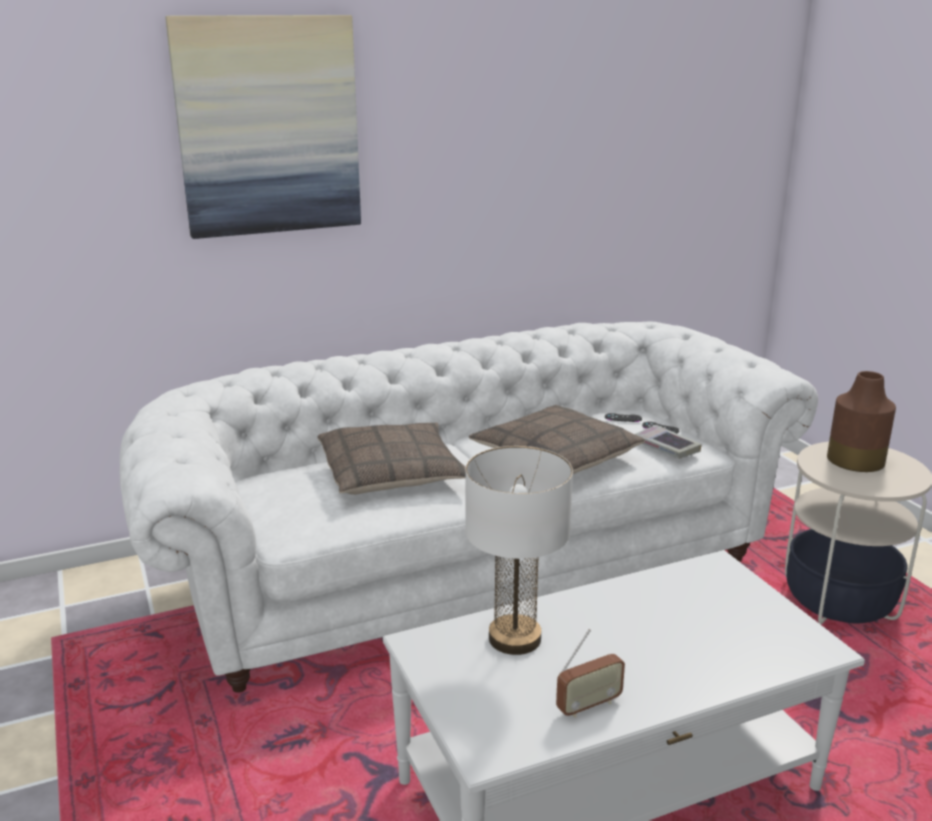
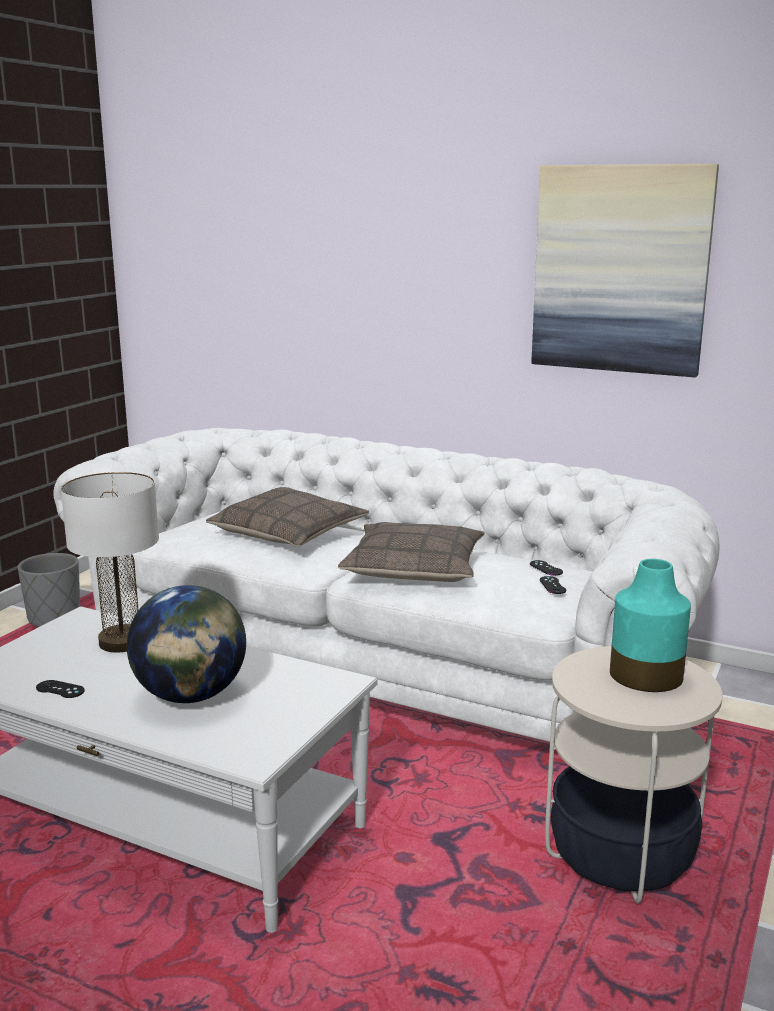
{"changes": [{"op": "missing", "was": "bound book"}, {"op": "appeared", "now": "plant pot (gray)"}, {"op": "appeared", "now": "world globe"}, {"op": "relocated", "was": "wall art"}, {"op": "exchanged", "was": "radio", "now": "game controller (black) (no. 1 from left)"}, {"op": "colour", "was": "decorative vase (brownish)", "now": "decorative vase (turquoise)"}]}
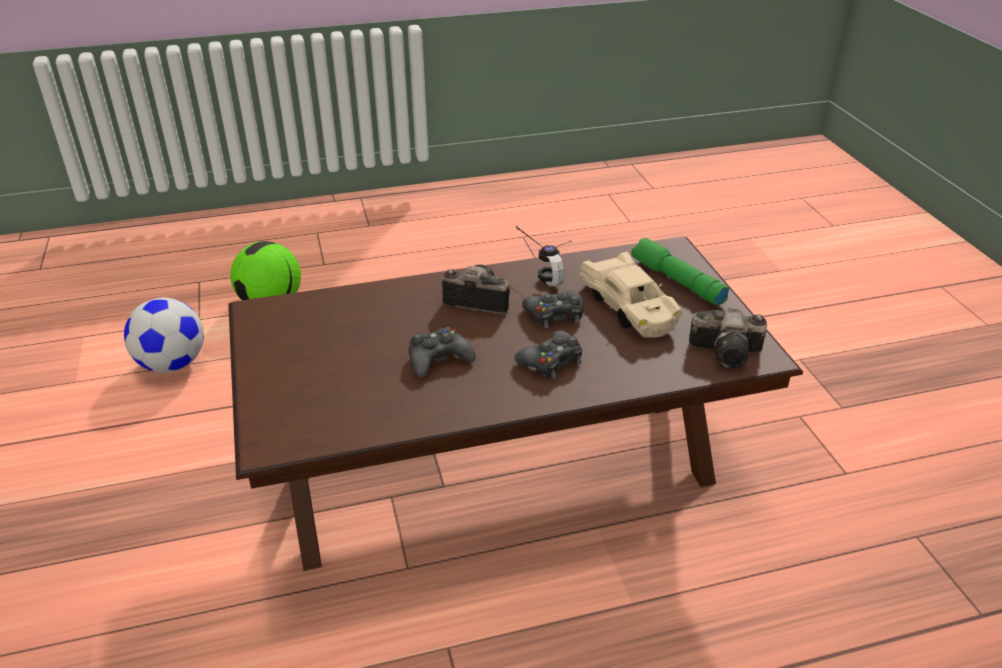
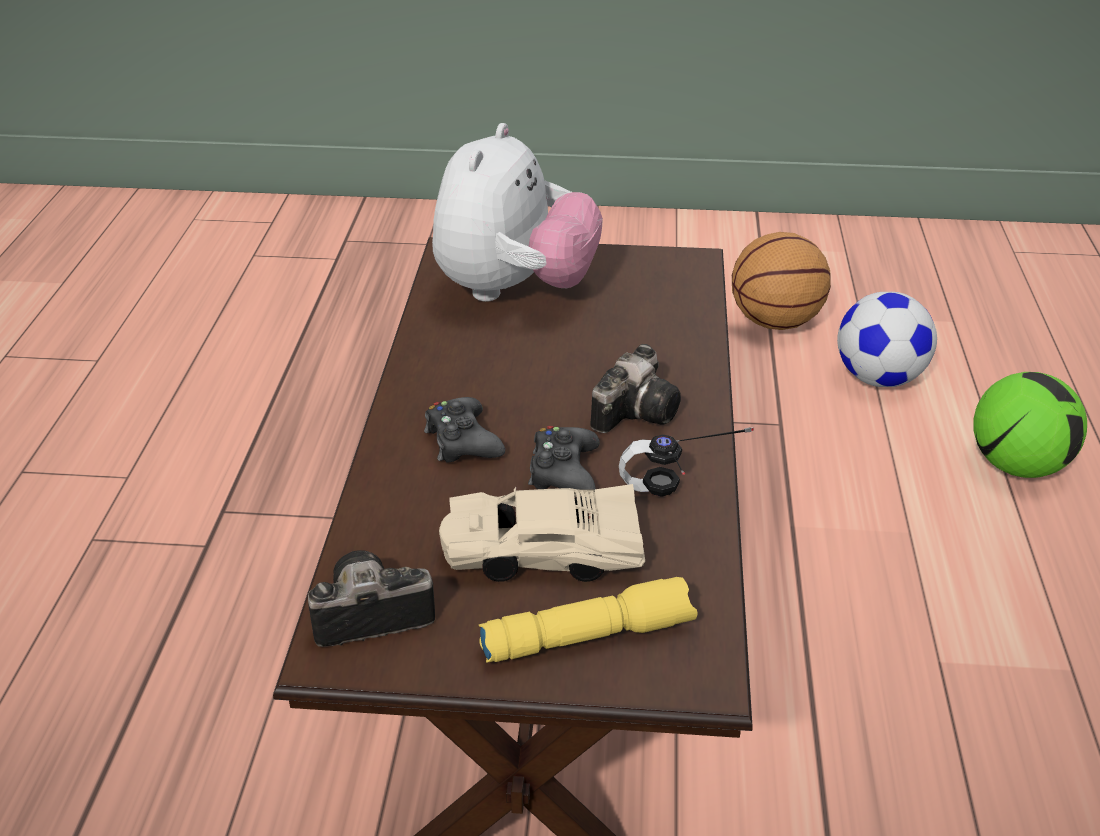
{"changes": [{"op": "missing", "was": "game controller (black) (no. 1 from left)"}, {"op": "appeared", "now": "soft toy"}, {"op": "appeared", "now": "ball for basketball"}, {"op": "colour", "was": "hand torch (green)", "now": "hand torch (yellow)"}, {"op": "spun", "was": "photo camera (no. 2 from left in the first image)", "clockwise": 45}]}
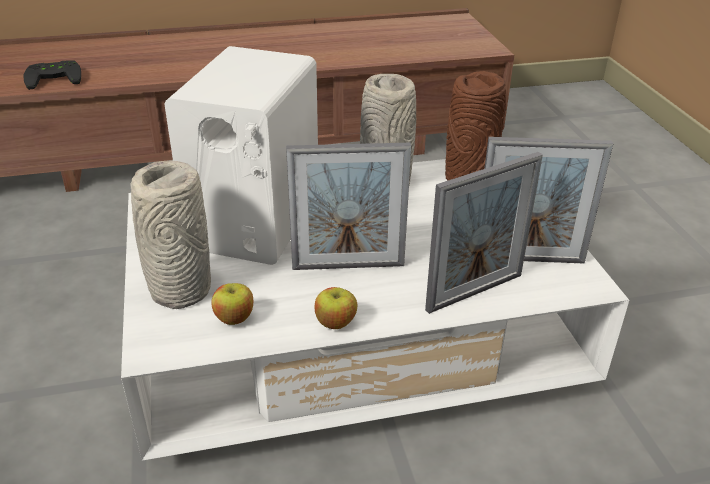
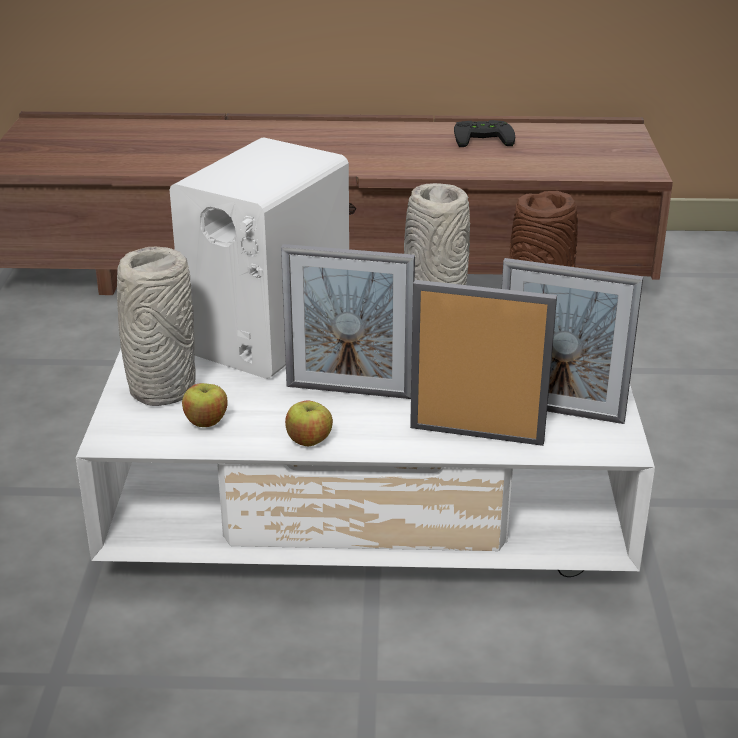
{"changes": [{"op": "relocated", "was": "game controller (black)"}, {"op": "spun", "was": "photo frame (no. 2 from left)", "clockwise": -150}]}
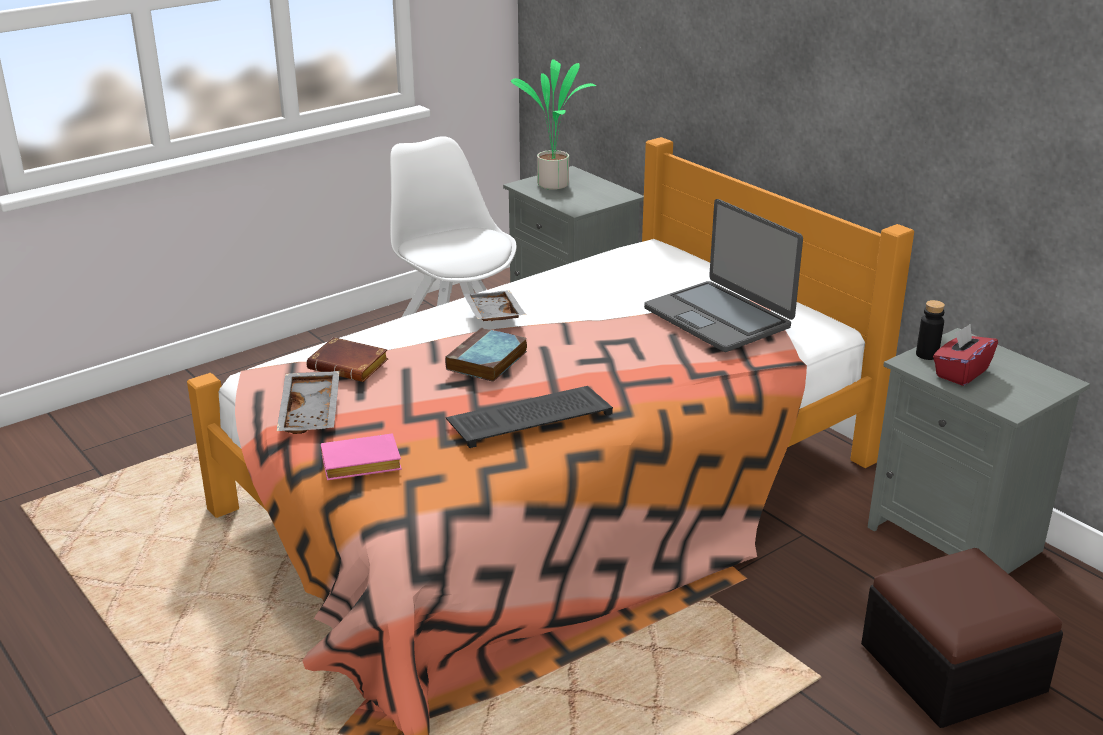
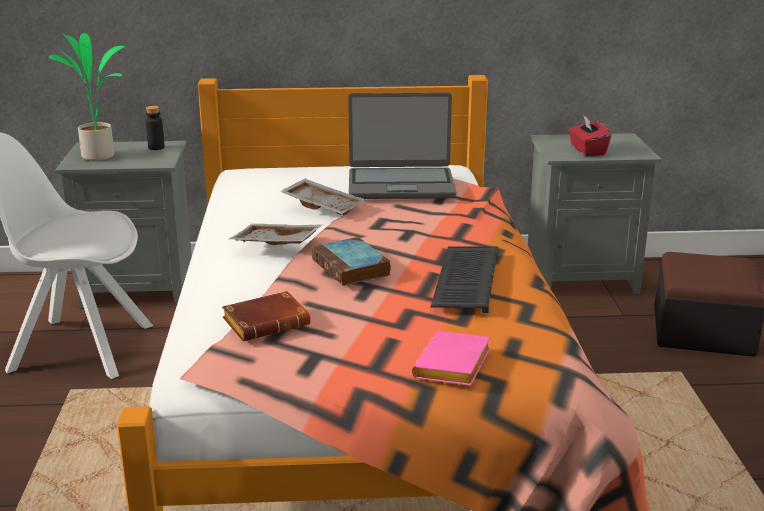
{"changes": [{"op": "relocated", "was": "tray (gray) (no. 1 from left in the first image)", "now": "tray (gray) (no. 2 from left)"}, {"op": "relocated", "was": "beverage bottle (black)"}]}
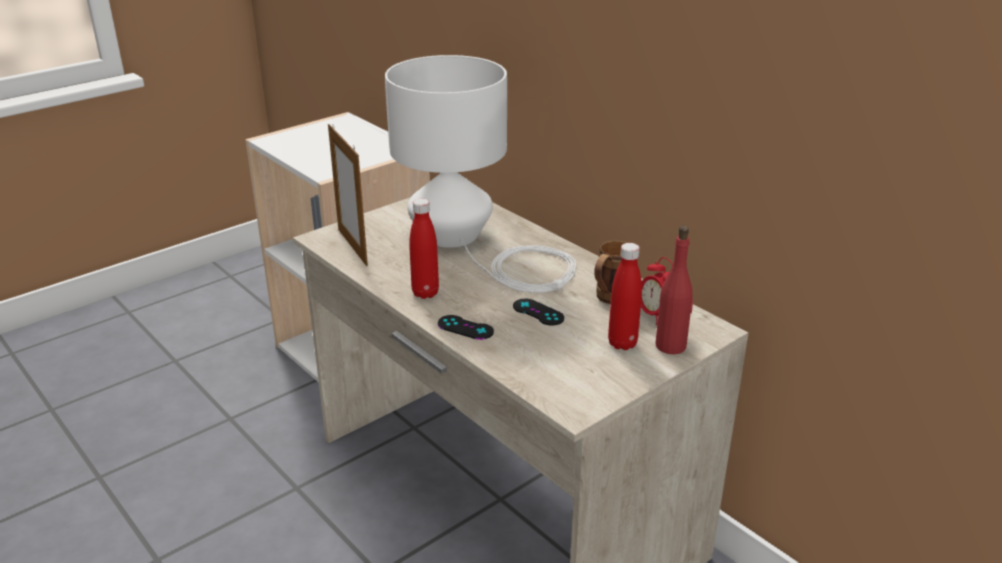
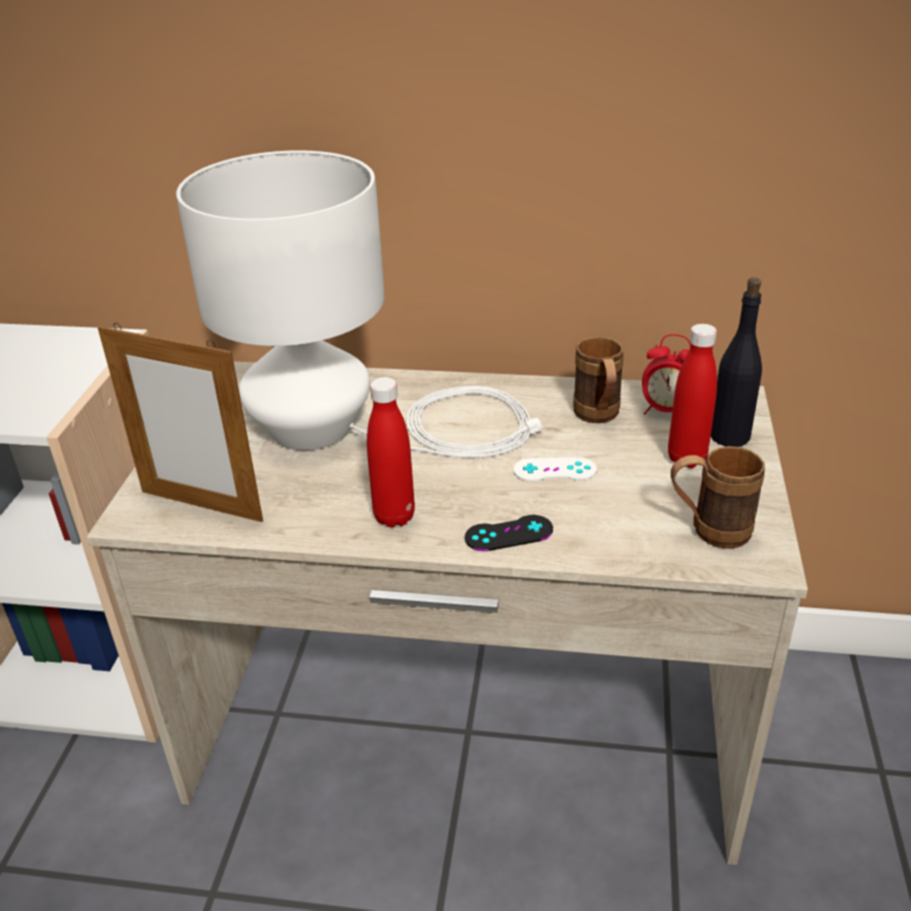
{"changes": [{"op": "appeared", "now": "tea mug (brownish) (no. 2 from left)"}, {"op": "colour", "was": "game controller (black) (no. 2 from left)", "now": "game controller (white)"}, {"op": "colour", "was": "beverage bottle (reddish) (no. 3 from left)", "now": "beverage bottle (black)"}]}
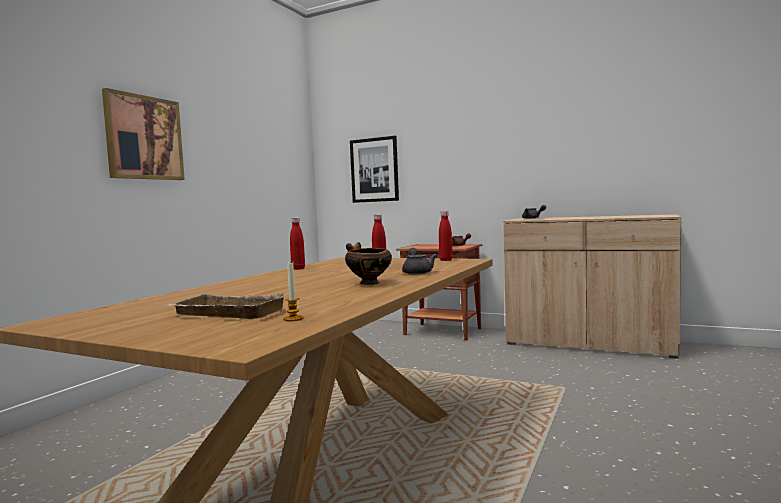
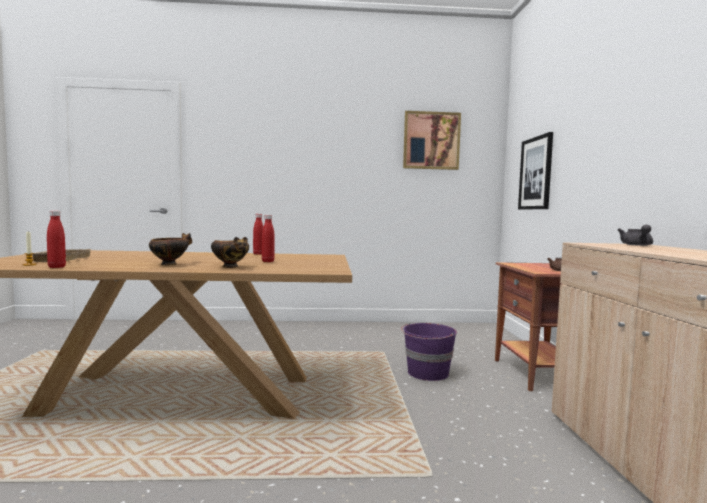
{"changes": [{"op": "appeared", "now": "pail (purple-coloured)"}, {"op": "relocated", "was": "wall art (no. 1 from left)"}, {"op": "relocated", "was": "beverage bottle (reddish) (no. 3 from left in the first image)", "now": "beverage bottle (reddish) (no. 1 from left)"}, {"op": "exchanged", "was": "tea pot (gray) (no. 1 from left)", "now": "bowl (no. 2 from left)"}]}
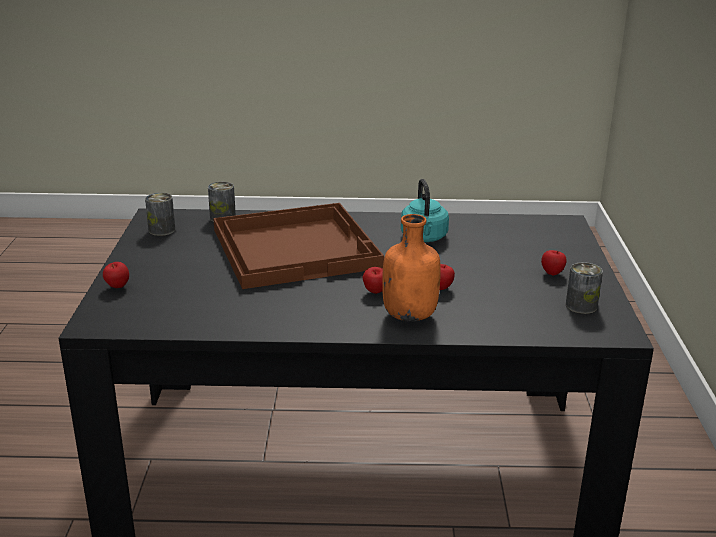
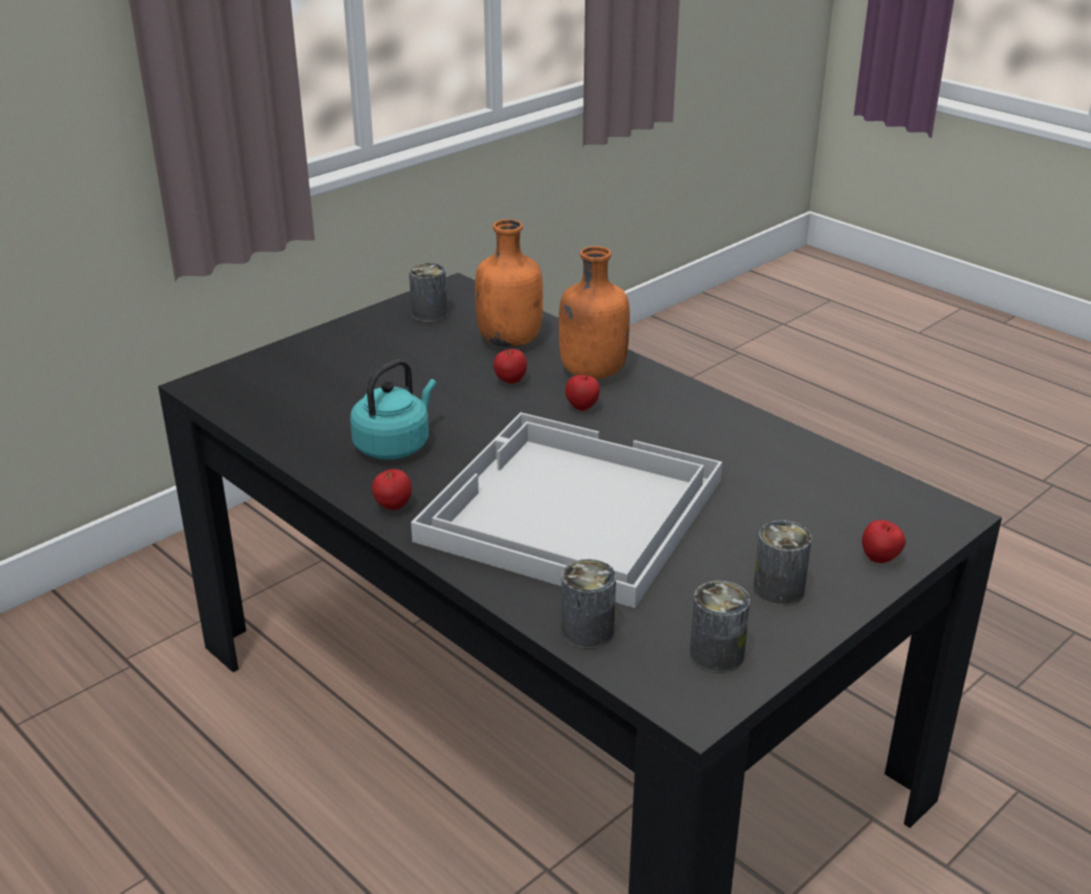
{"changes": [{"op": "appeared", "now": "beverage bottle (orangey) (no. 1 from left)"}, {"op": "appeared", "now": "can (no. 4 from left)"}, {"op": "relocated", "was": "apple fruit (no. 4 from left in the first image)", "now": "apple fruit (no. 1 from left)"}, {"op": "colour", "was": "tray (brownish)", "now": "tray (white)"}]}
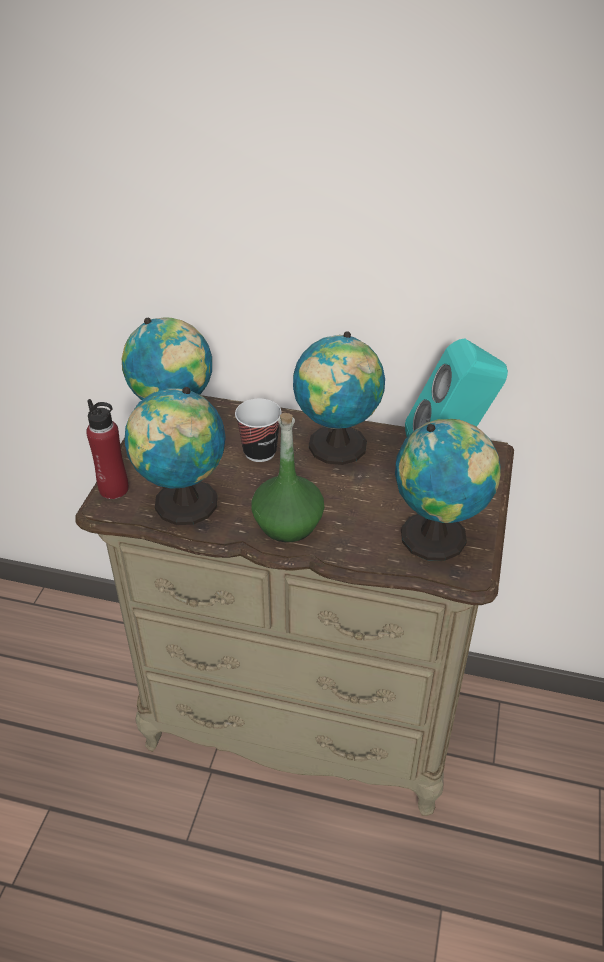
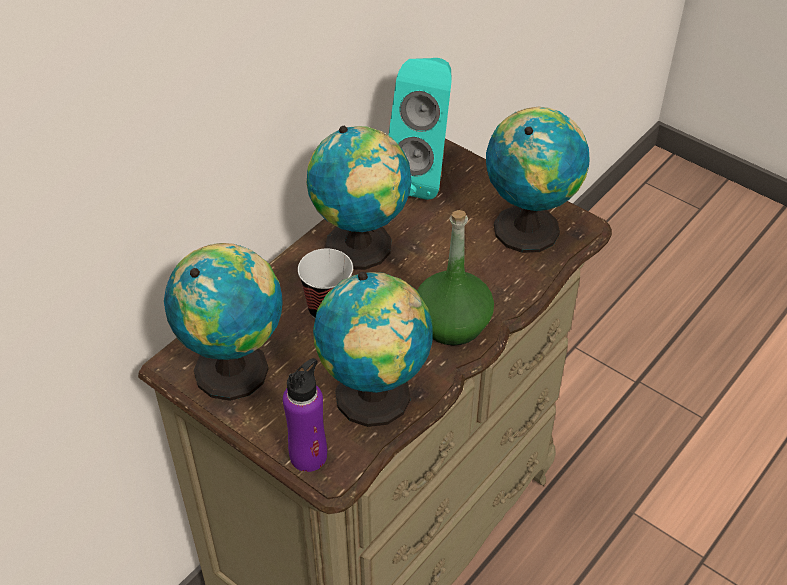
{"changes": [{"op": "colour", "was": "beverage bottle (reddish)", "now": "beverage bottle (purple-coloured)"}]}
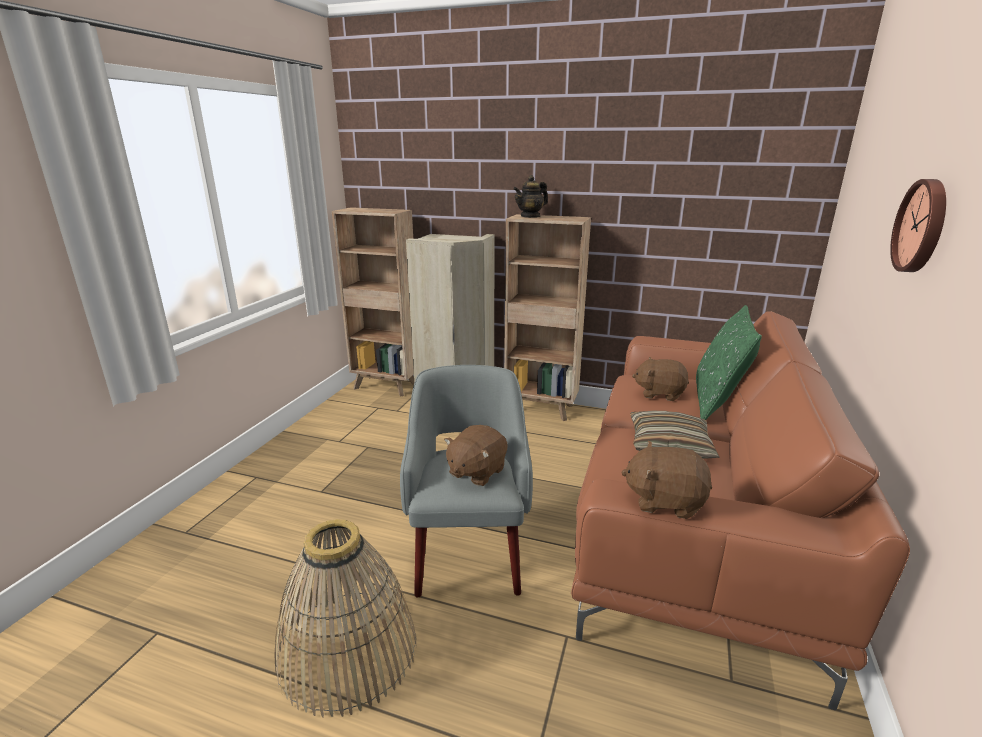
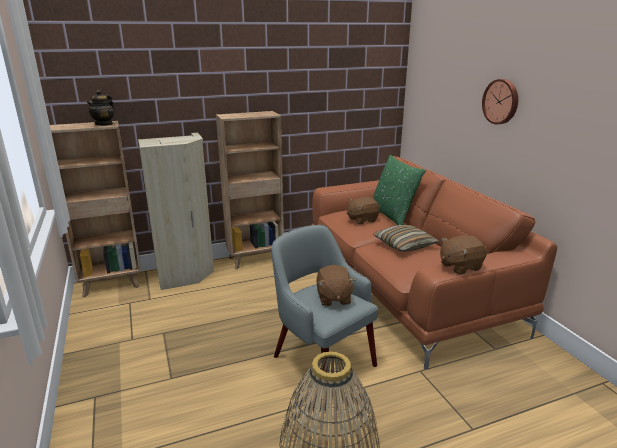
{"changes": [{"op": "relocated", "was": "tea pot"}]}
